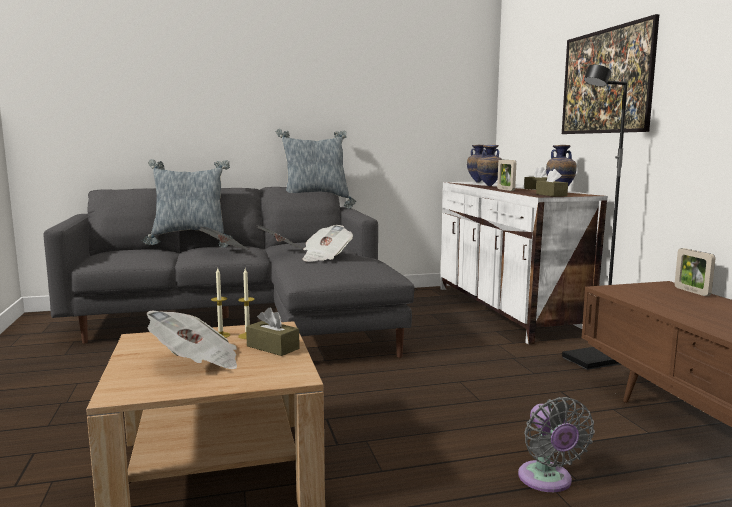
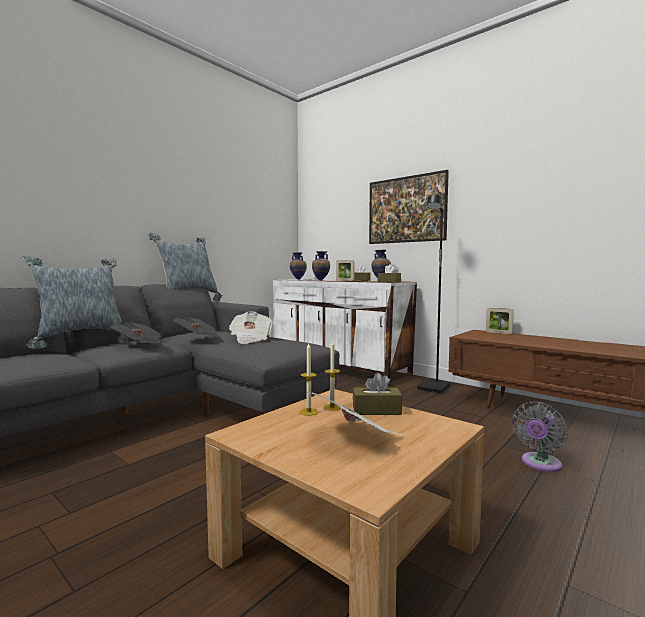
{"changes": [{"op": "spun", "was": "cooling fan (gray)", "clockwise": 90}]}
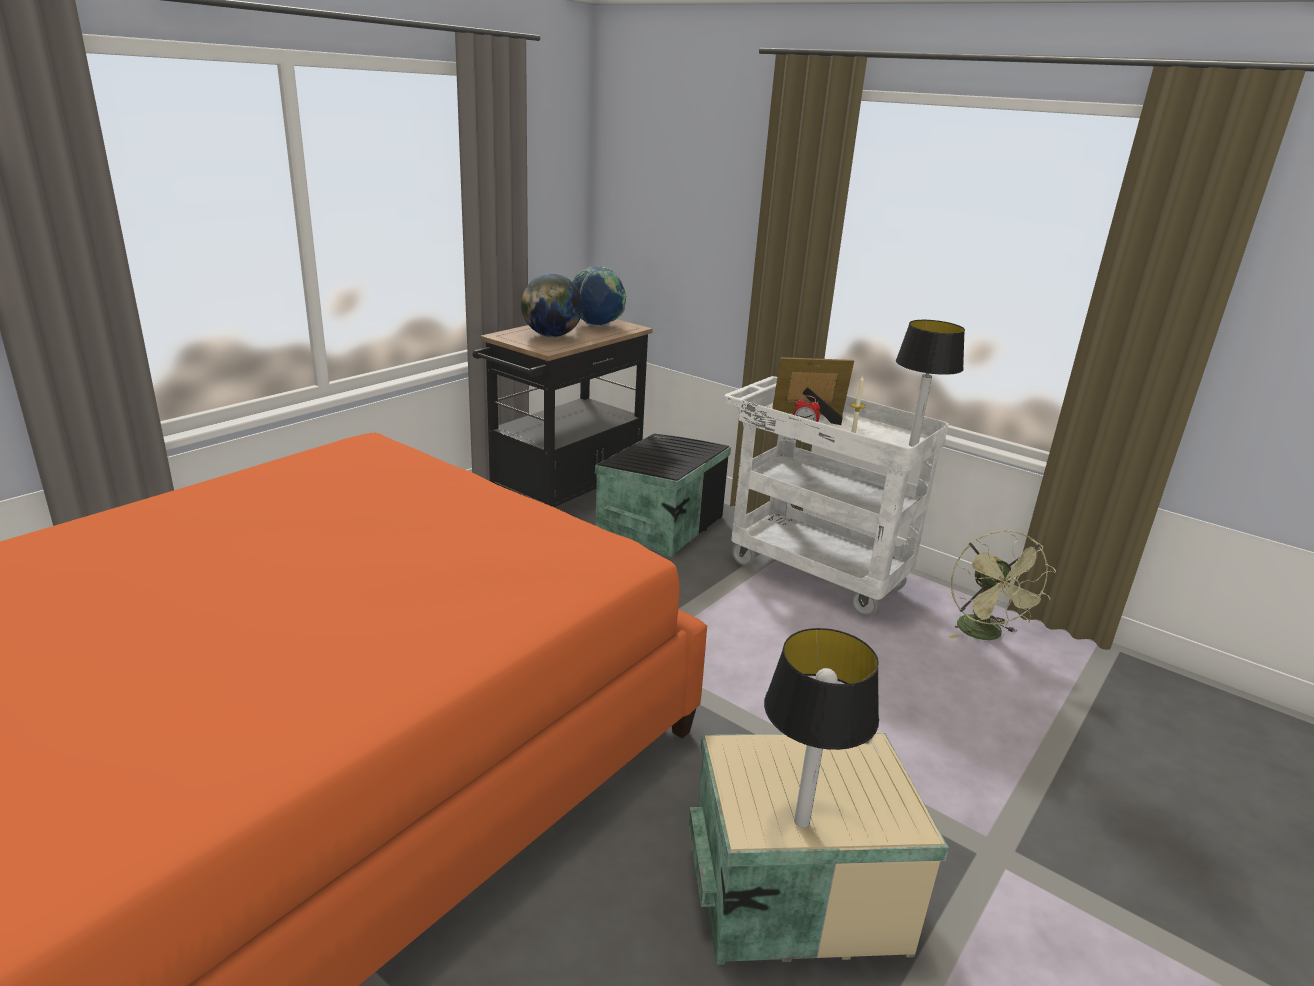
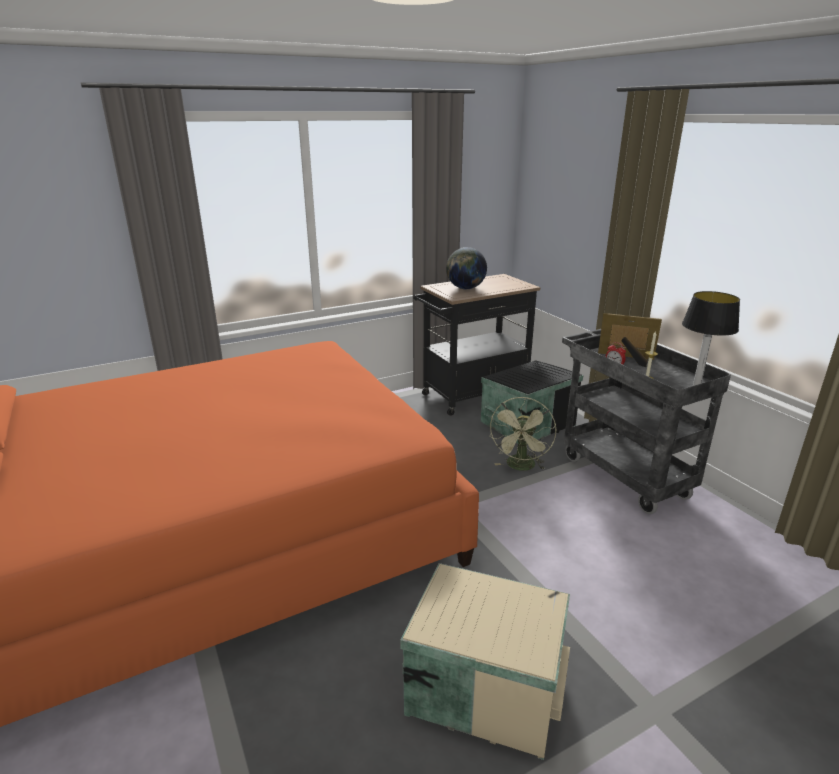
{"changes": [{"op": "missing", "was": "world globe (no. 2 from left)"}, {"op": "missing", "was": "lamp for a table (no. 1 from left)"}, {"op": "relocated", "was": "cooling fan (green)"}, {"op": "colour", "was": "trolley (white)", "now": "trolley (black) (no. 2 from left)"}]}
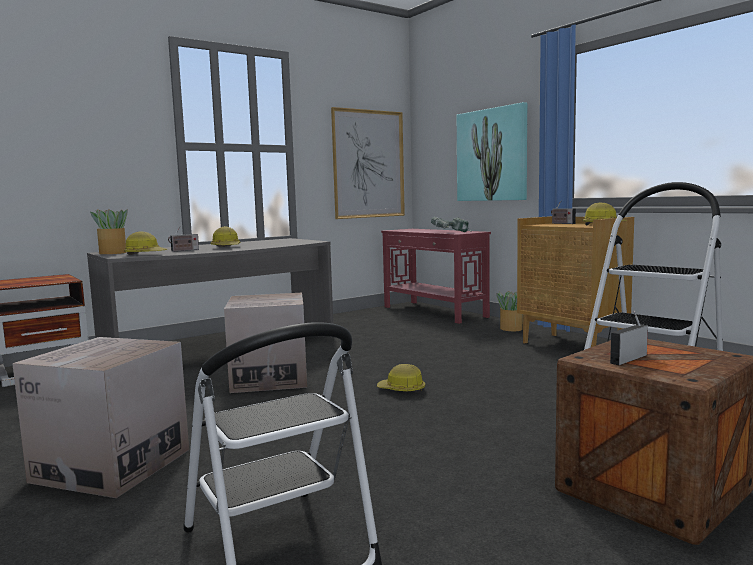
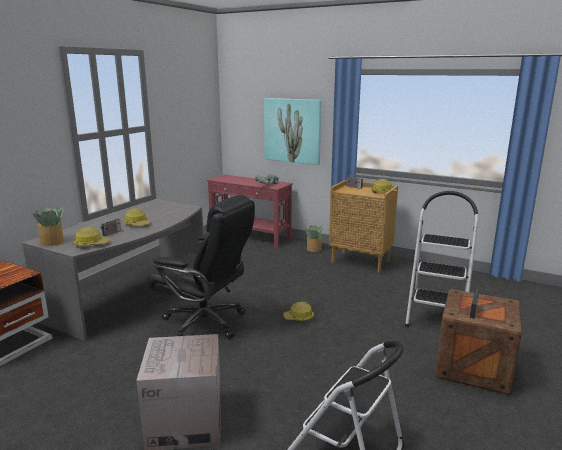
{"changes": [{"op": "missing", "was": "wall art (no. 1 from left)"}, {"op": "exchanged", "was": "packing box (no. 2 from left)", "now": "computer chair (black)"}]}
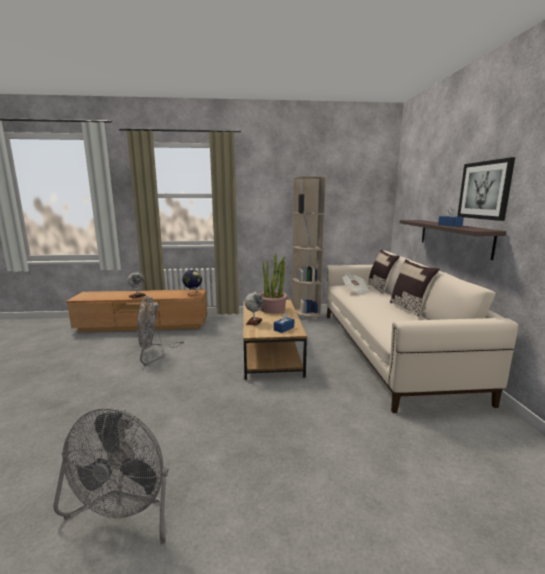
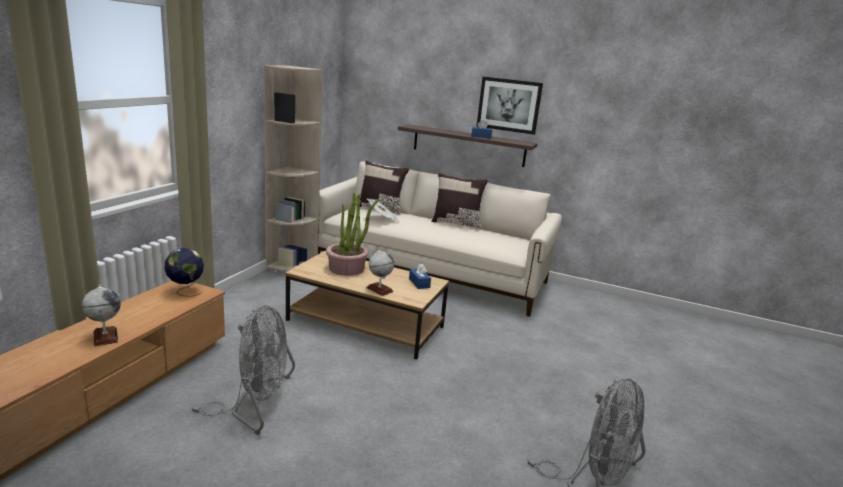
{"changes": [{"op": "spun", "was": "cooling fan (gray) (no. 2 from left in the first image)", "clockwise": -90}]}
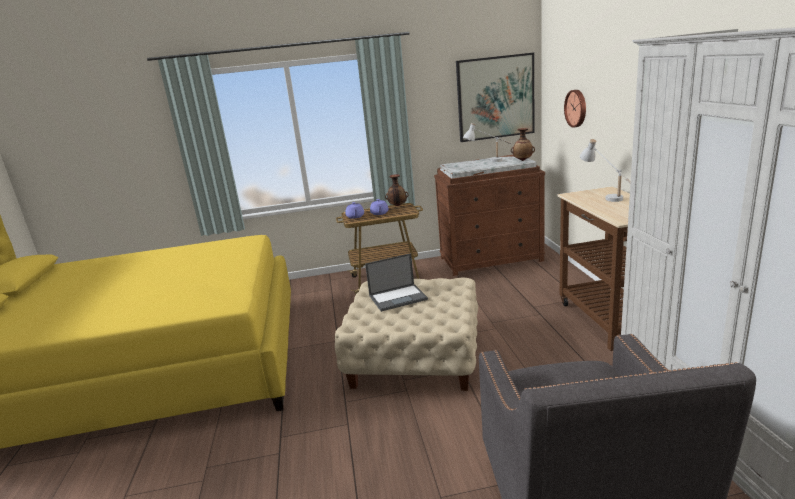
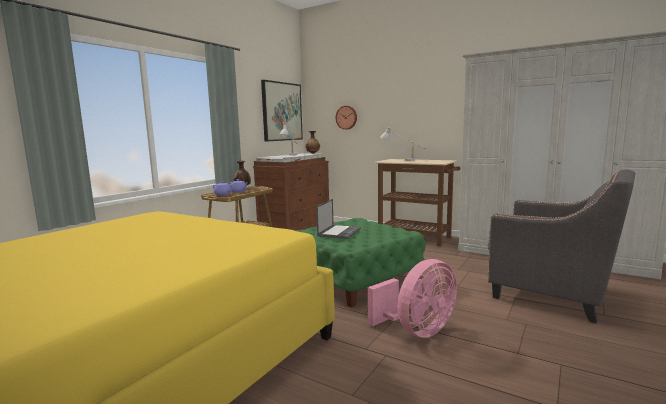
{"changes": [{"op": "appeared", "now": "cooling fan (pink-coloured)"}, {"op": "colour", "was": "pouffe (sand-coloured)", "now": "pouffe (green)"}]}
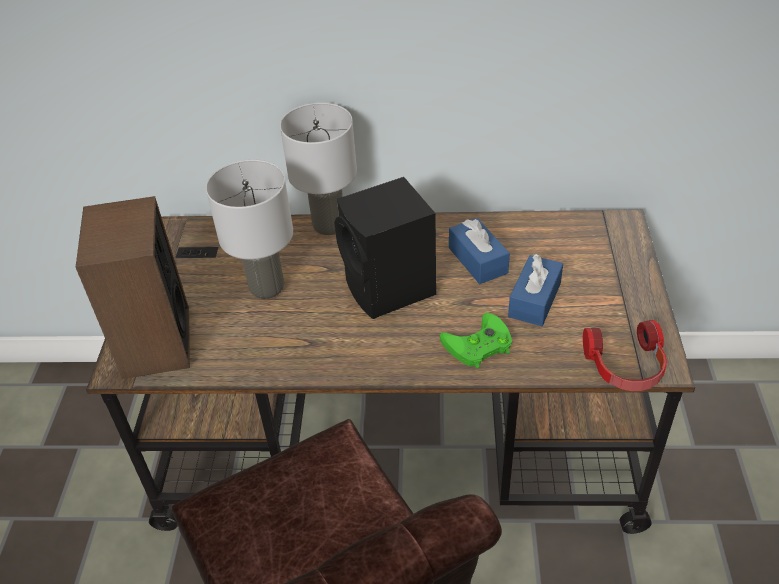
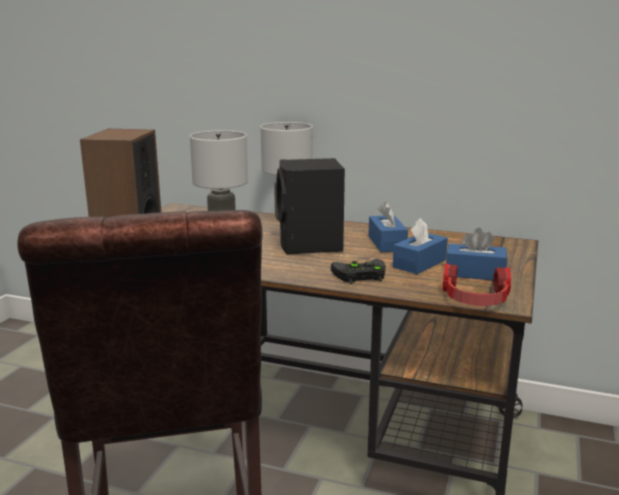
{"changes": [{"op": "appeared", "now": "tissue holder (blue) (no. 3 from left)"}, {"op": "colour", "was": "game controller (green)", "now": "game controller (black)"}]}
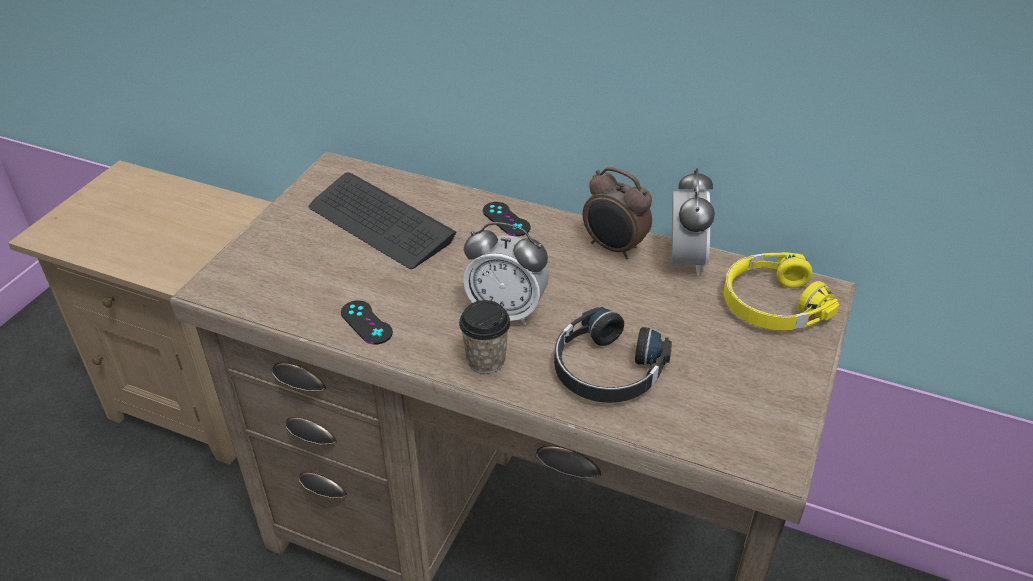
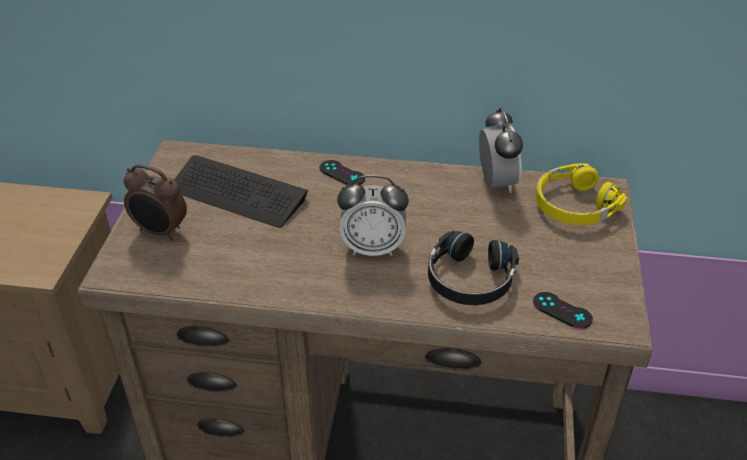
{"changes": [{"op": "missing", "was": "small cup"}, {"op": "relocated", "was": "game controller (black) (no. 1 from left in the first image)", "now": "game controller (black) (no. 2 from left)"}, {"op": "relocated", "was": "bedside clock (no. 2 from left in the first image)", "now": "bedside clock (no. 1 from left)"}]}
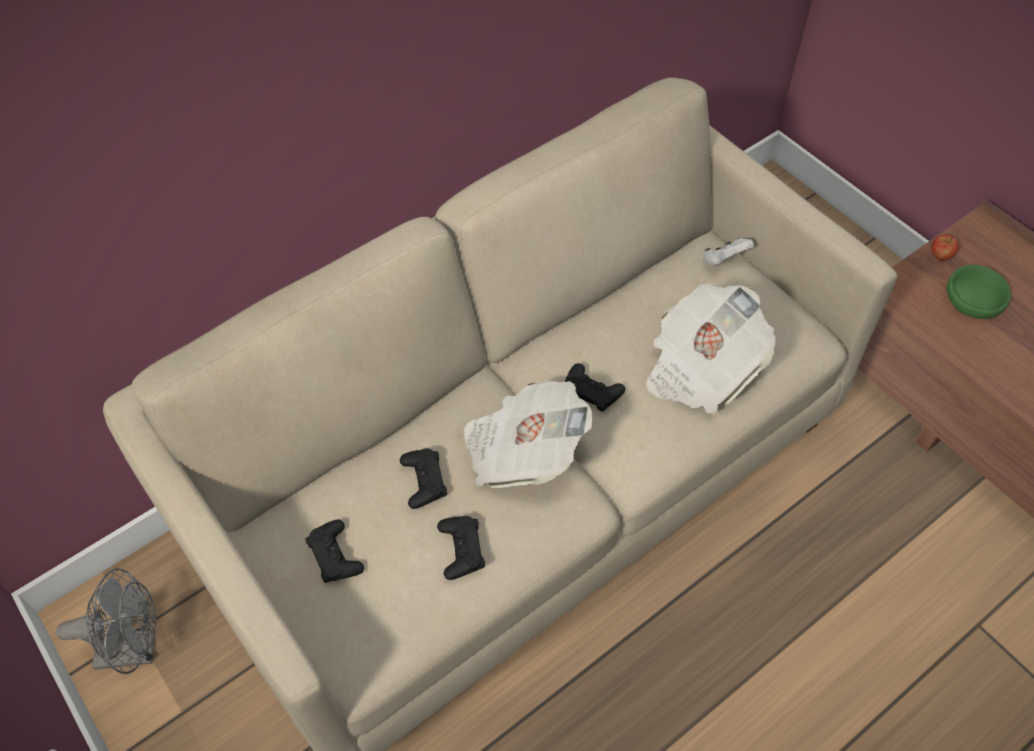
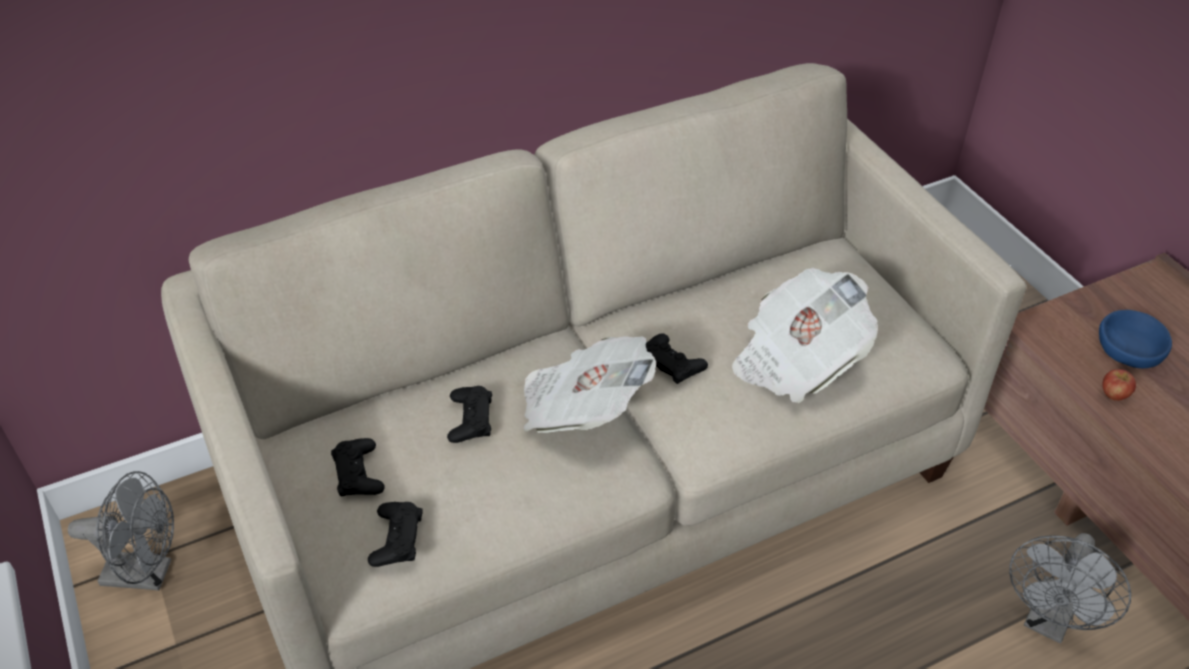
{"changes": [{"op": "missing", "was": "game controller (white)"}, {"op": "appeared", "now": "cooling fan (gray) (no. 2 from left)"}, {"op": "relocated", "was": "game controller (black) (no. 3 from left in the first image)", "now": "game controller (black) (no. 2 from left)"}, {"op": "relocated", "was": "apple fruit"}, {"op": "colour", "was": "bowl (green)", "now": "bowl (blue)"}]}
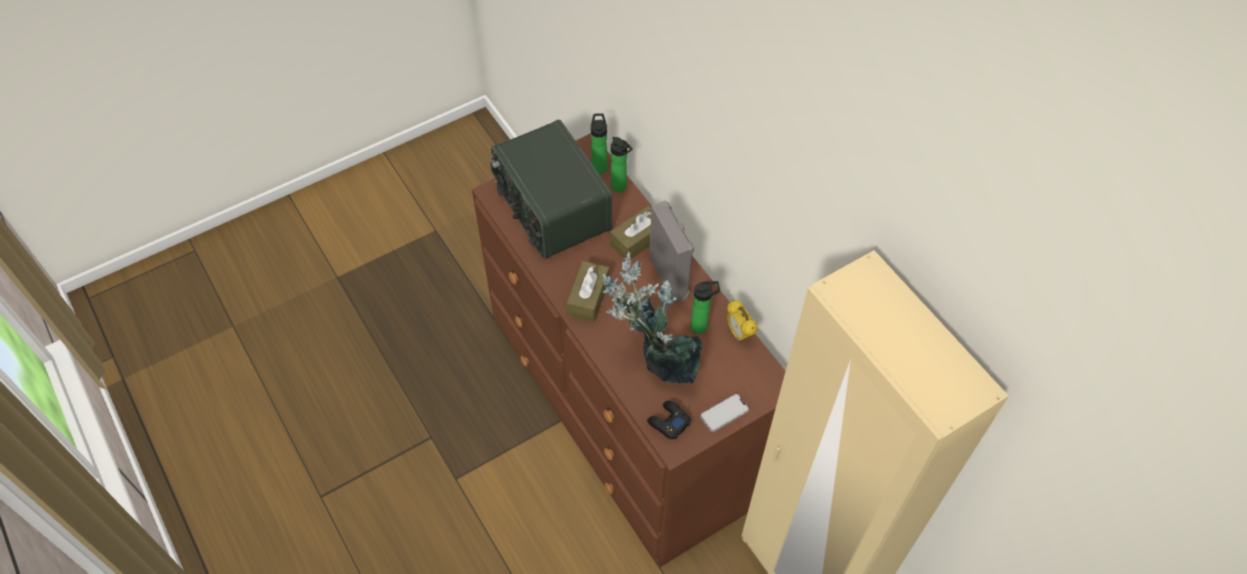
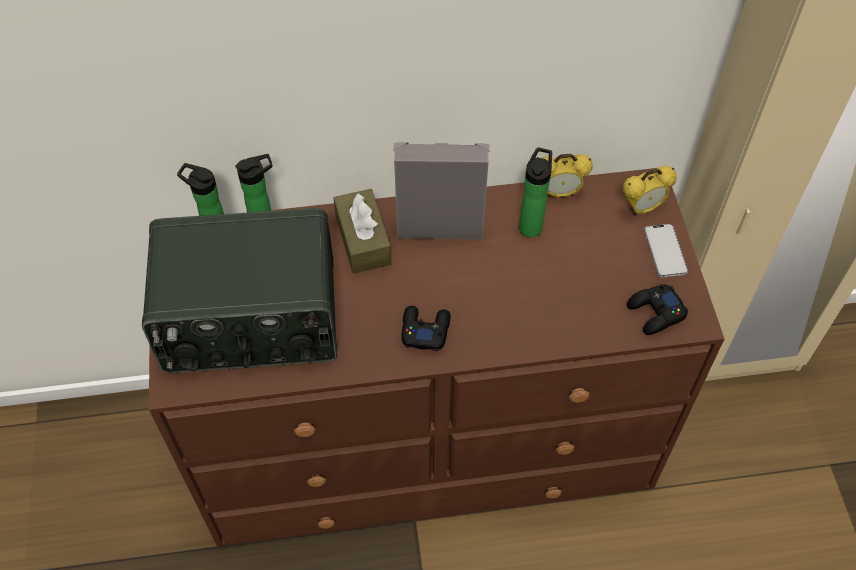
{"changes": [{"op": "missing", "was": "plant in a pot"}, {"op": "appeared", "now": "bedside clock (no. 2 from left)"}, {"op": "exchanged", "was": "tissue holder (brownish) (no. 1 from left)", "now": "game controller (black) (no. 1 from left)"}]}
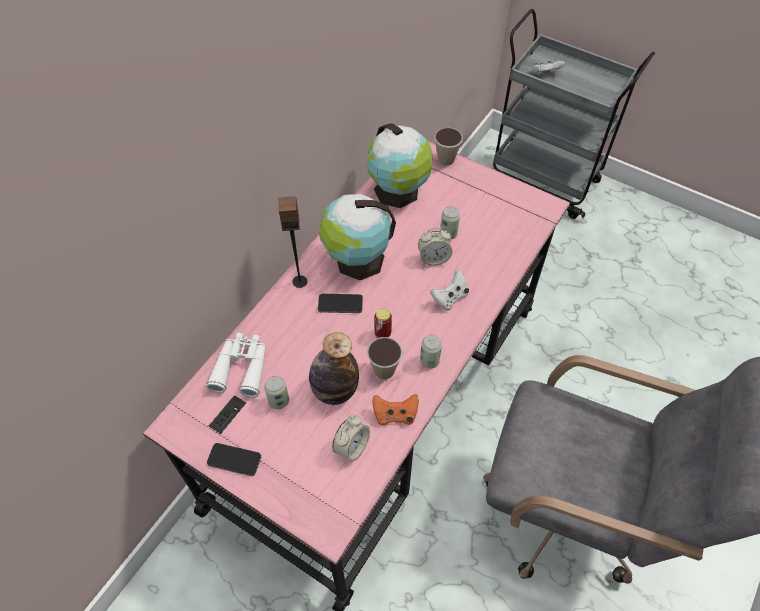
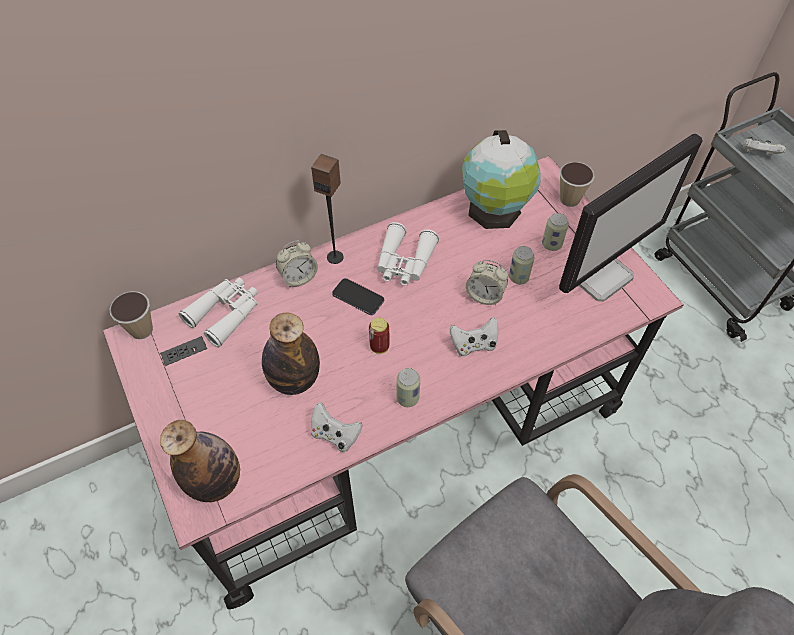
{"changes": [{"op": "missing", "was": "telephone (no. 1 from left)"}, {"op": "appeared", "now": "beverage bottle (no. 1 from left)"}, {"op": "appeared", "now": "computer screen"}, {"op": "relocated", "was": "can (no. 1 from left in the first image)", "now": "can (no. 4 from left)"}, {"op": "relocated", "was": "bedside clock (no. 1 from left)"}, {"op": "relocated", "was": "small cup (no. 1 from left)"}, {"op": "exchanged", "was": "world globe (no. 1 from left)", "now": "pair of binoculars (white) (no. 2 from left)"}, {"op": "colour", "was": "game controller (orangey)", "now": "game controller (white) (no. 1 from left)"}]}
